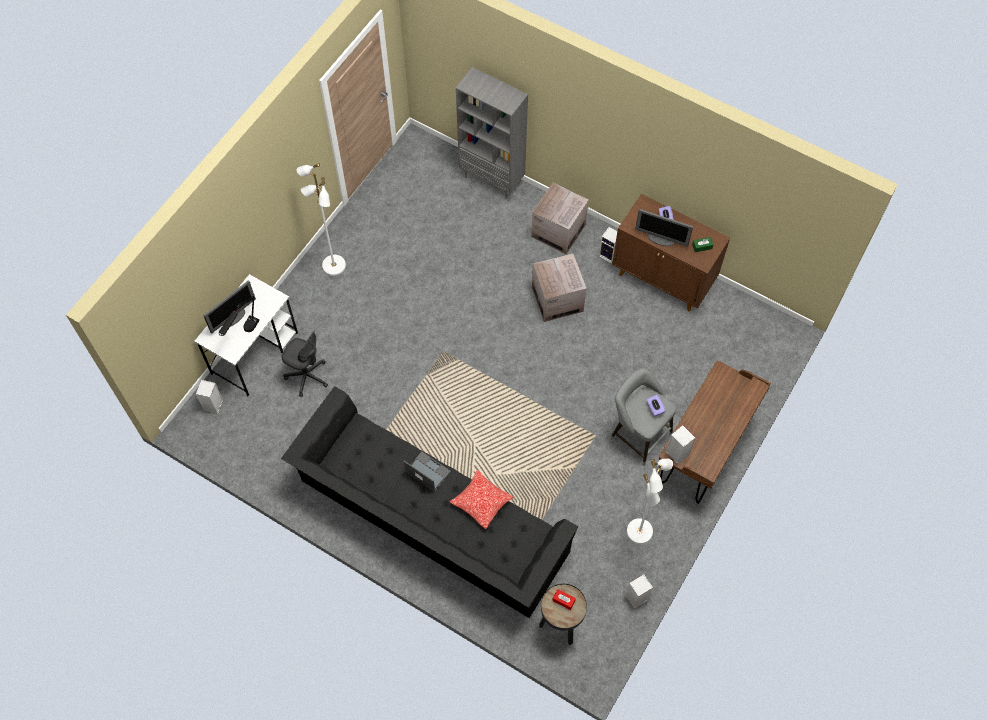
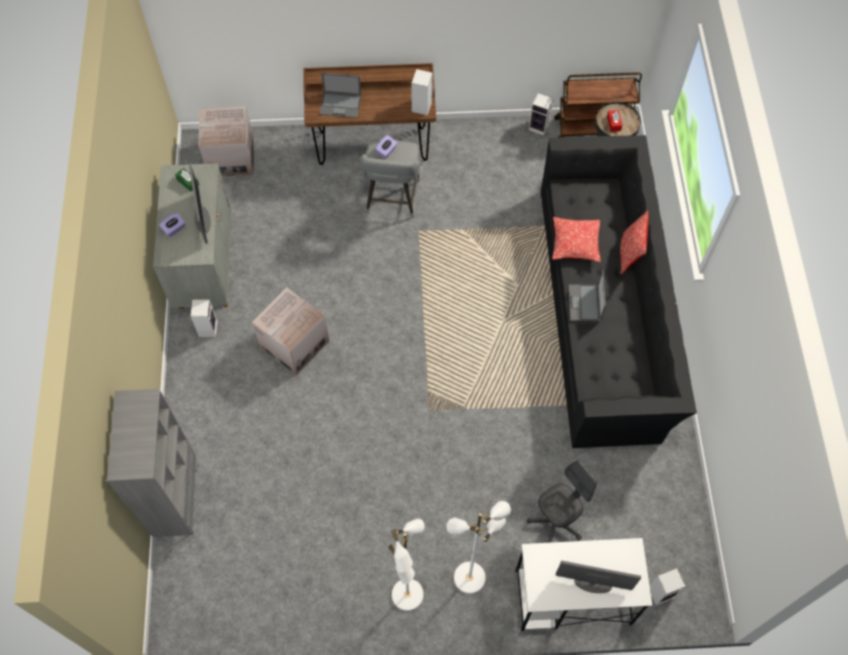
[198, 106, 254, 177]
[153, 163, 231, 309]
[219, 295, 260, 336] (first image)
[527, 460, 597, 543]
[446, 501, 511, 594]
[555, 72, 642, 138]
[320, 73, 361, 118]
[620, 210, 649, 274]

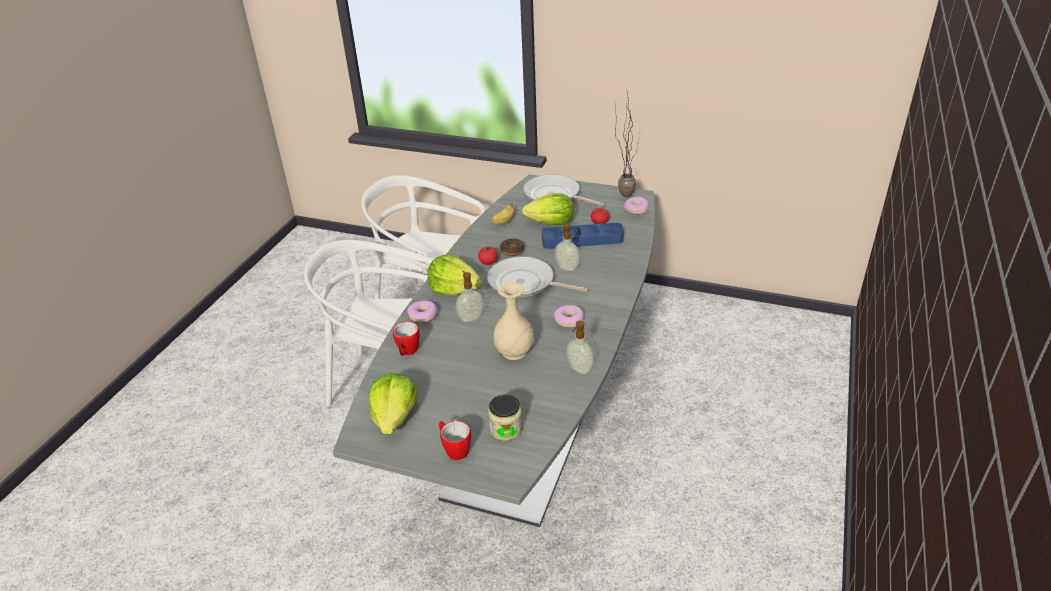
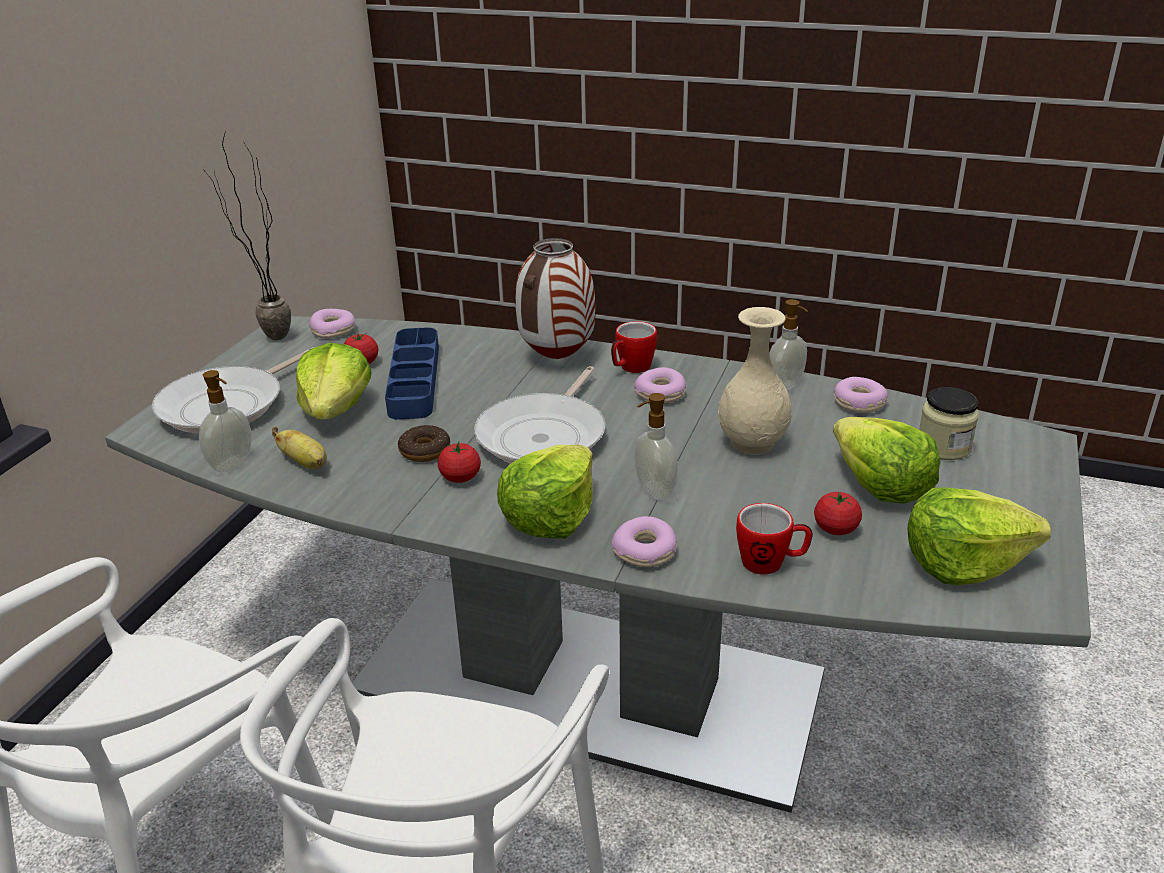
[199, 370, 252, 472]
[611, 321, 657, 373]
[515, 238, 595, 359]
[834, 377, 888, 413]
[833, 417, 941, 504]
[814, 492, 862, 535]

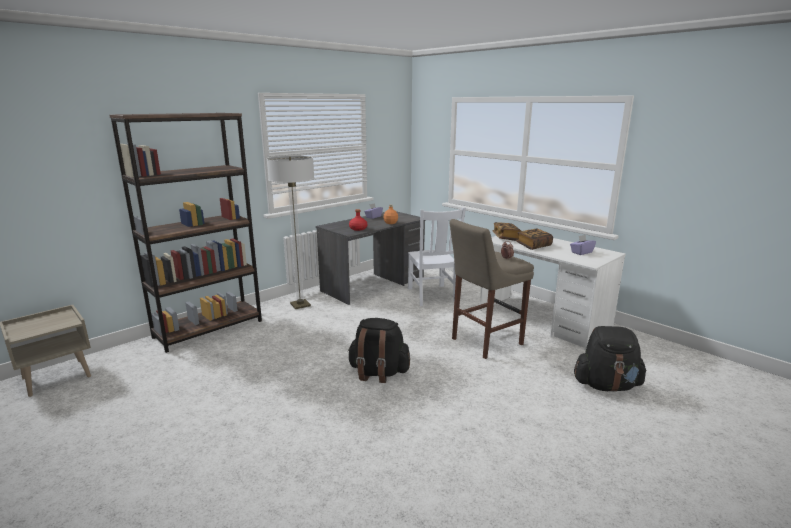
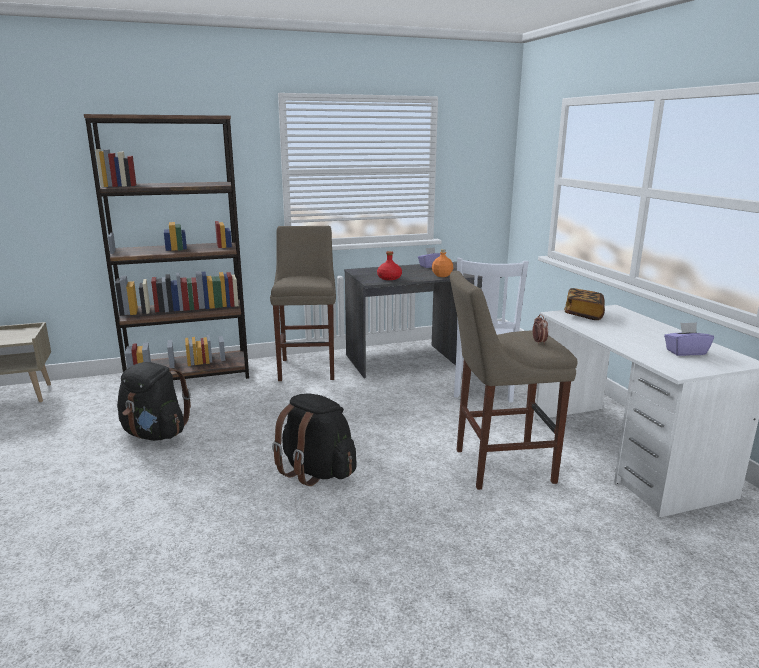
[270, 226, 336, 381]
[516, 229, 553, 250] (first image)
[117, 362, 191, 441]

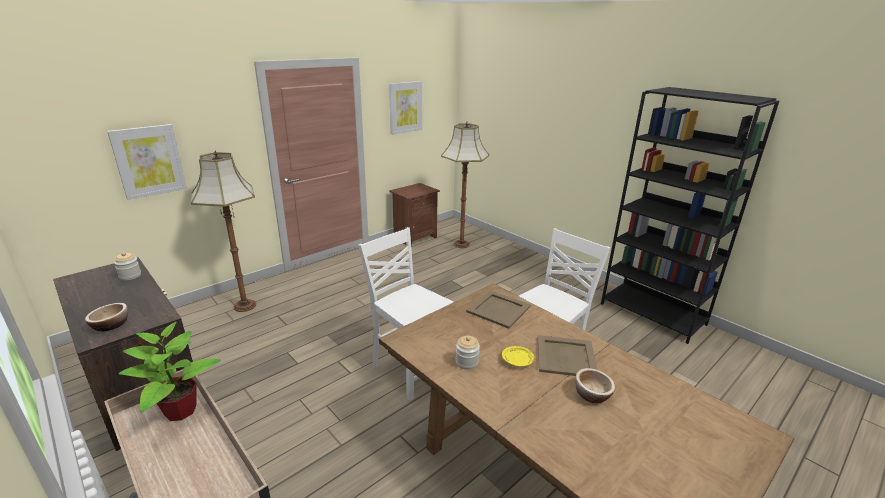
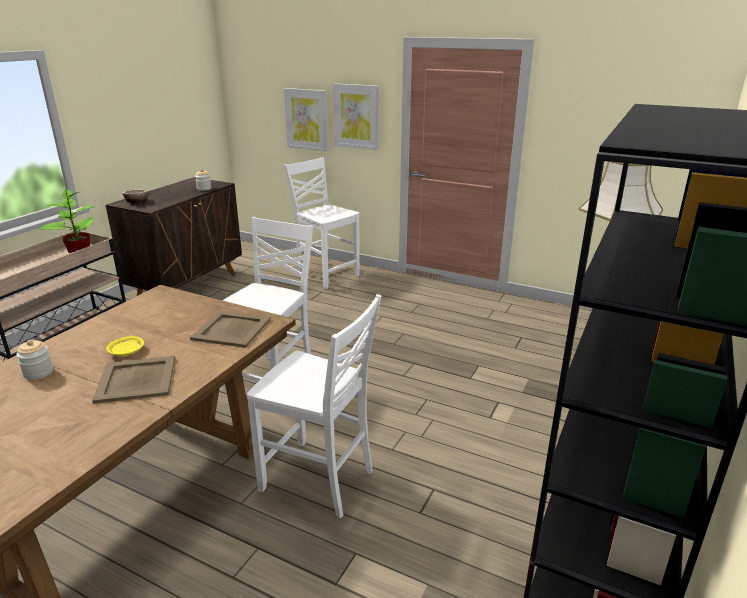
[333, 83, 379, 150]
[284, 157, 360, 289]
[389, 183, 440, 247] (first image)
[16, 340, 53, 380]
[575, 368, 615, 403] (first image)

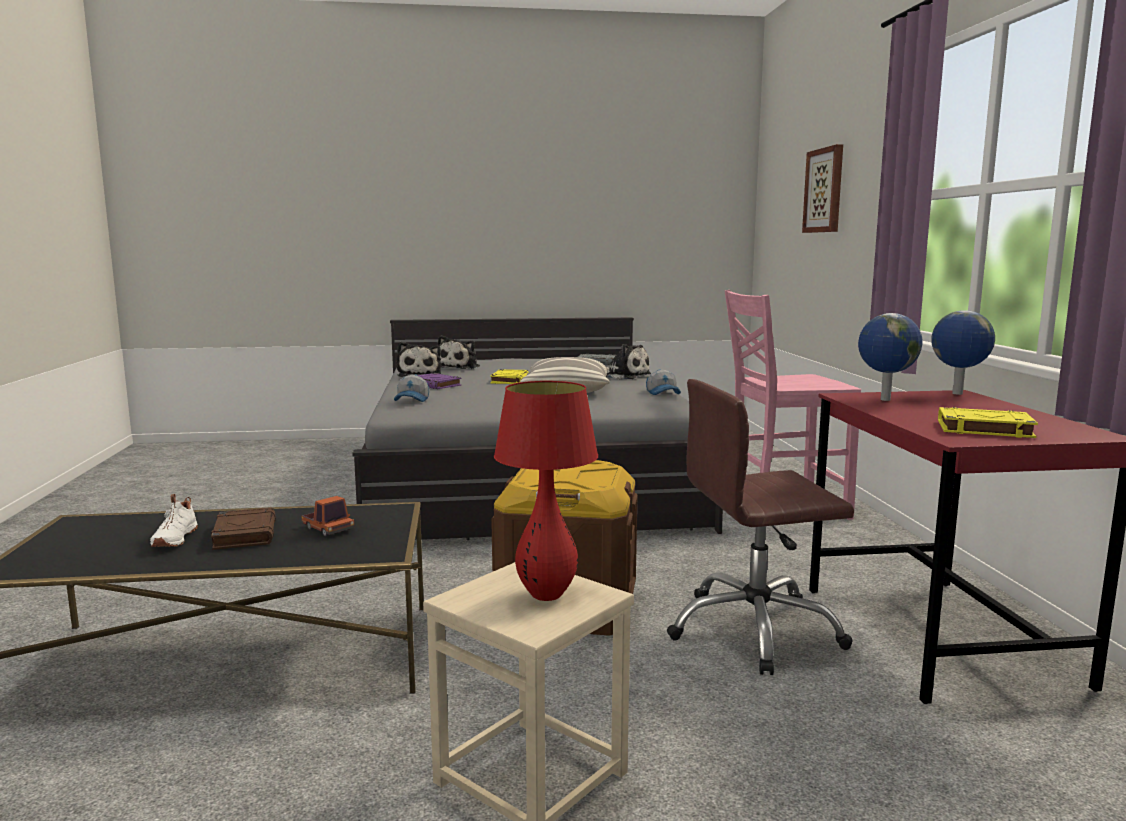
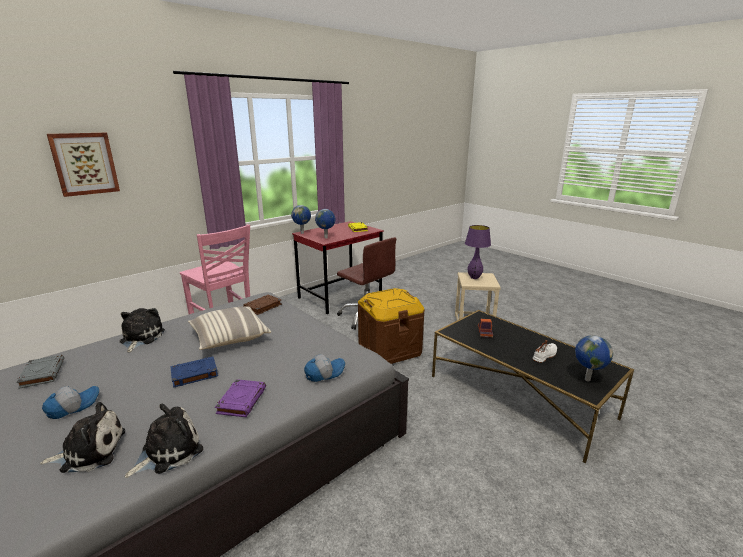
[170, 357, 218, 388]
[42, 386, 99, 419]
[465, 225, 491, 279]
[243, 295, 282, 315]
[575, 335, 613, 381]

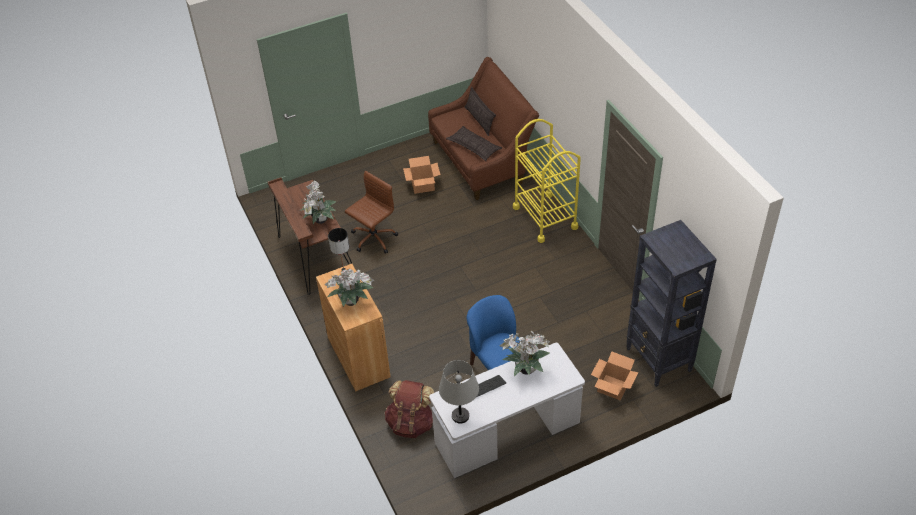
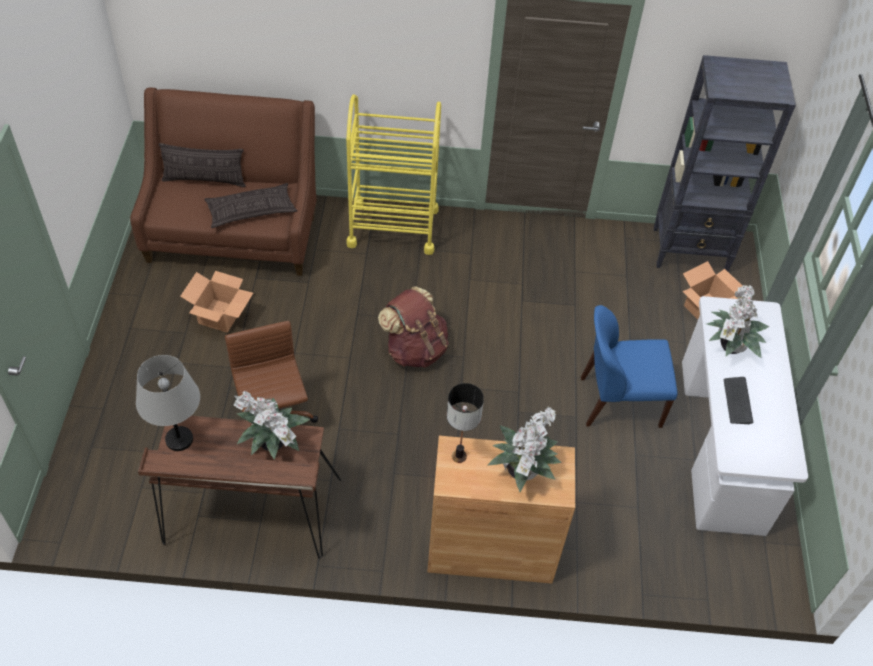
[136, 355, 200, 451]
[378, 286, 449, 368]

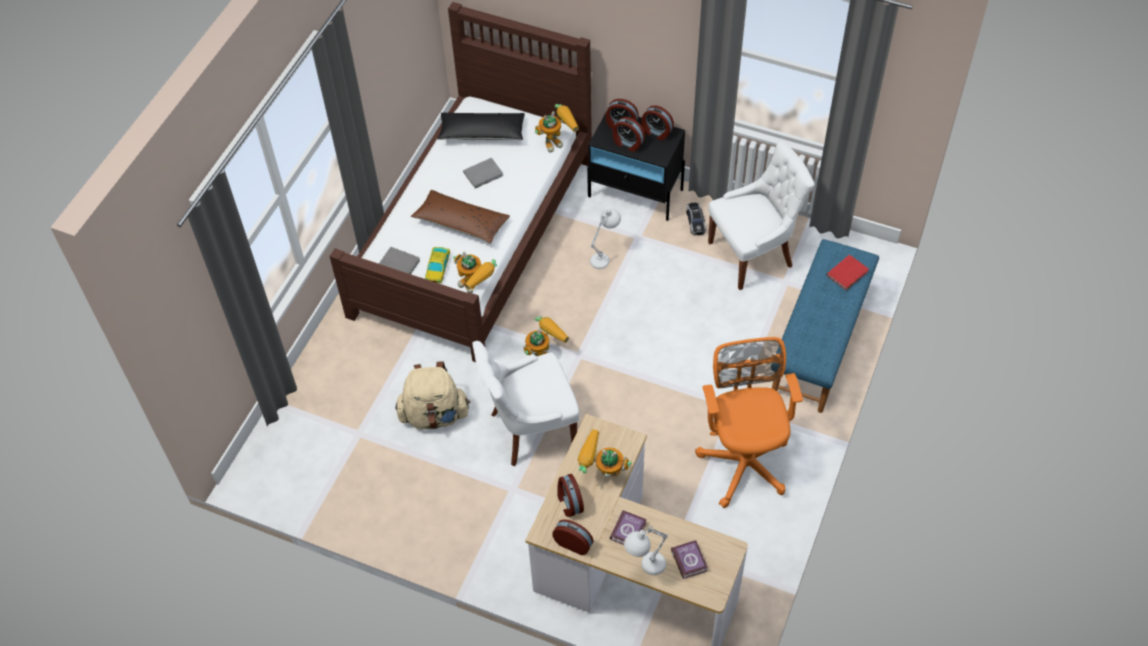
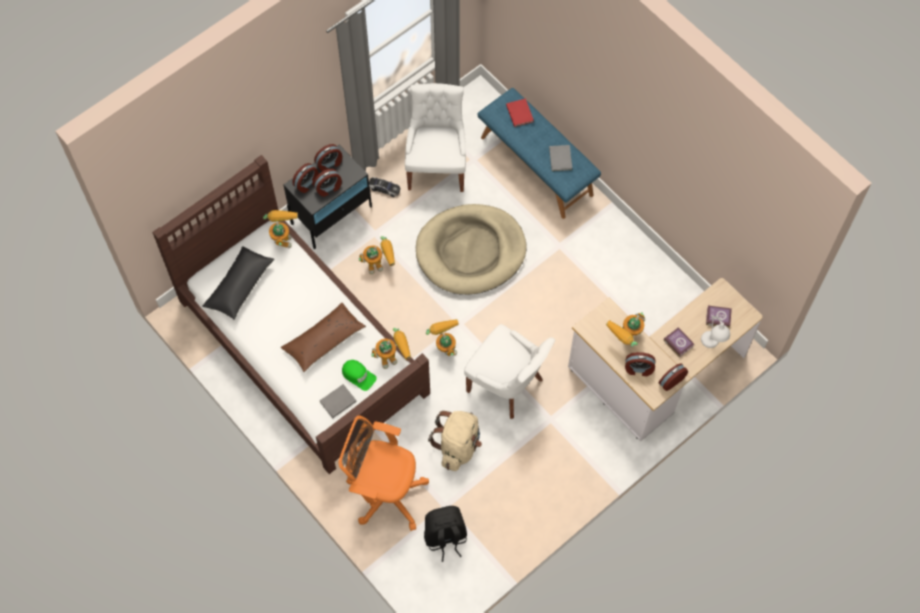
[549, 145, 572, 171]
[359, 236, 395, 274]
[342, 360, 377, 391]
[339, 415, 429, 531]
[464, 324, 555, 419]
[416, 204, 527, 295]
[424, 506, 467, 562]

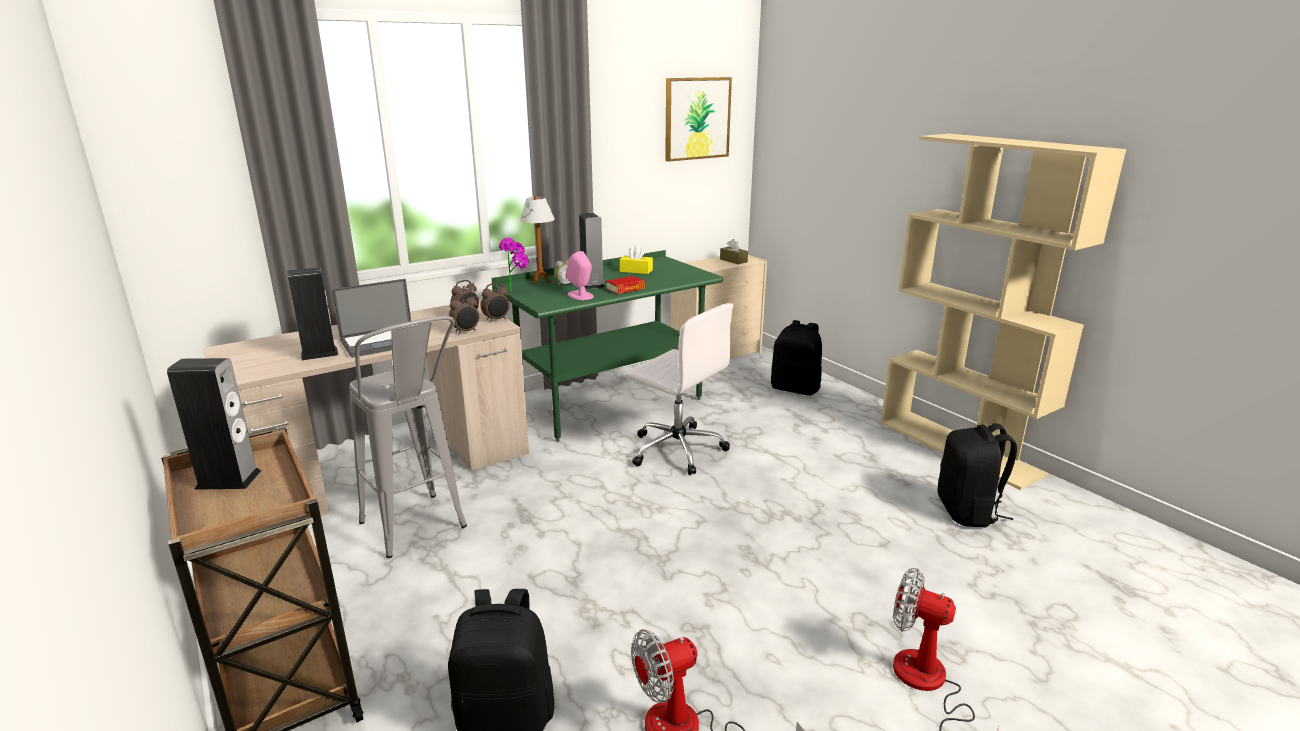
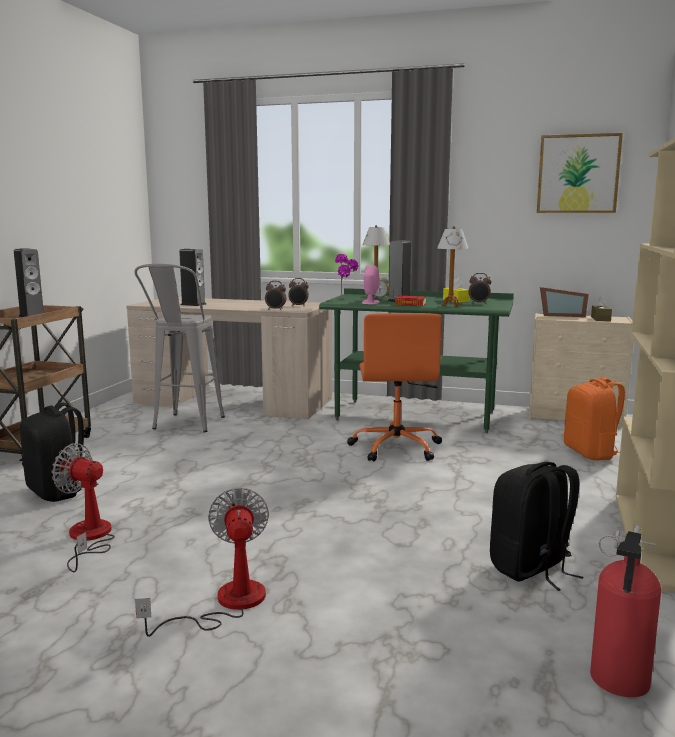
[331, 279, 411, 358] (first image)
[468, 273, 492, 304]
[347, 313, 442, 461]
[564, 377, 625, 461]
[437, 226, 469, 307]
[540, 287, 589, 317]
[590, 526, 661, 697]

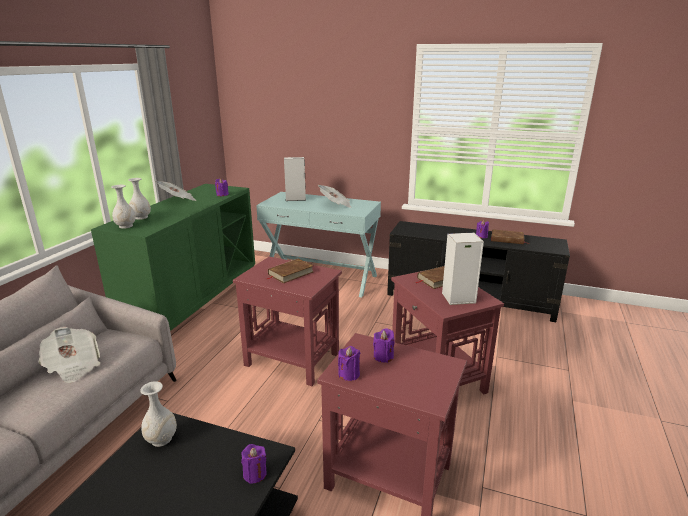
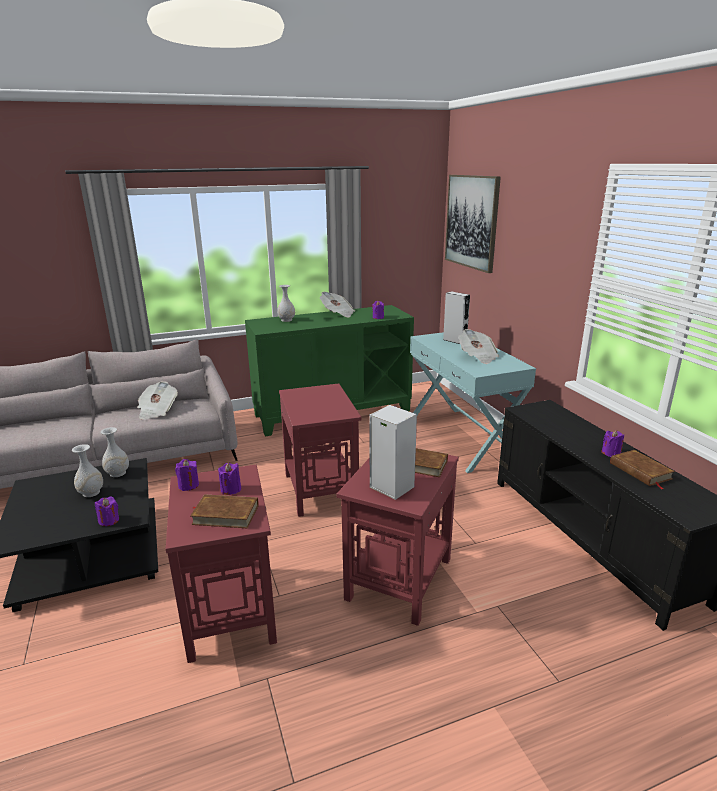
[72, 444, 103, 497]
[190, 494, 259, 528]
[445, 175, 501, 273]

